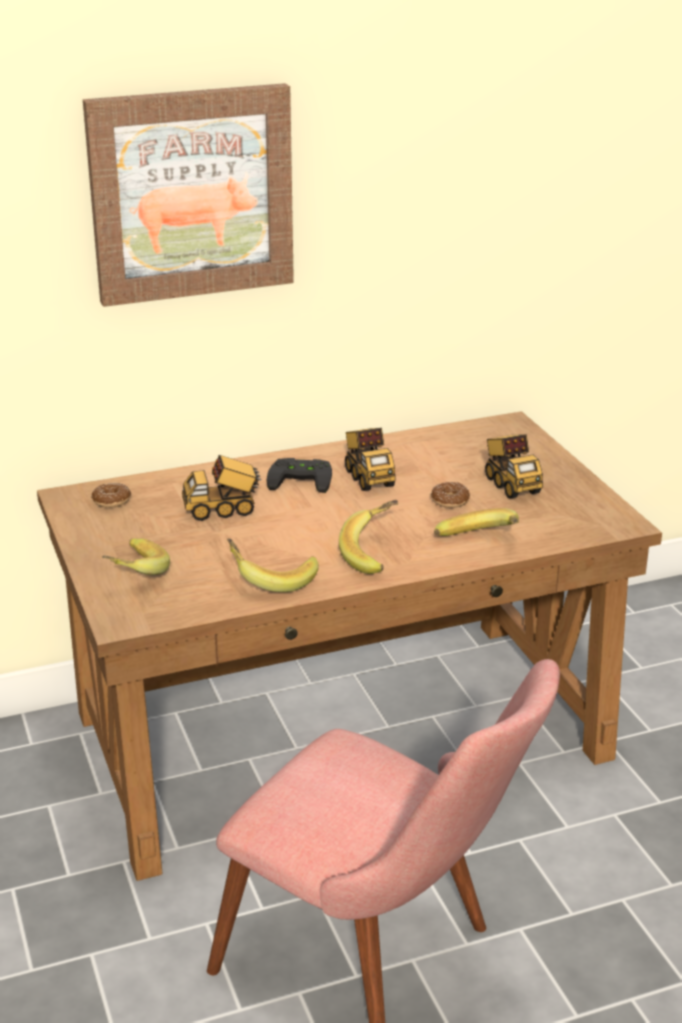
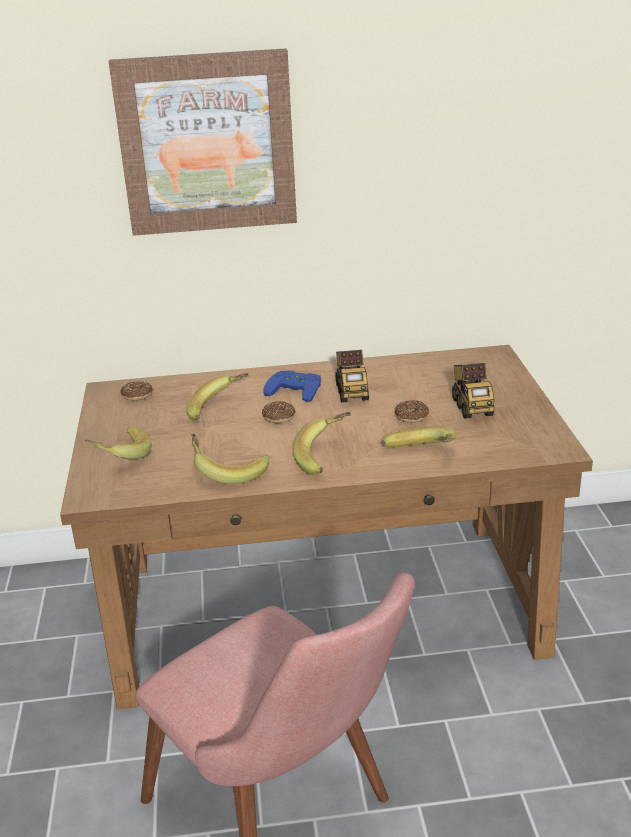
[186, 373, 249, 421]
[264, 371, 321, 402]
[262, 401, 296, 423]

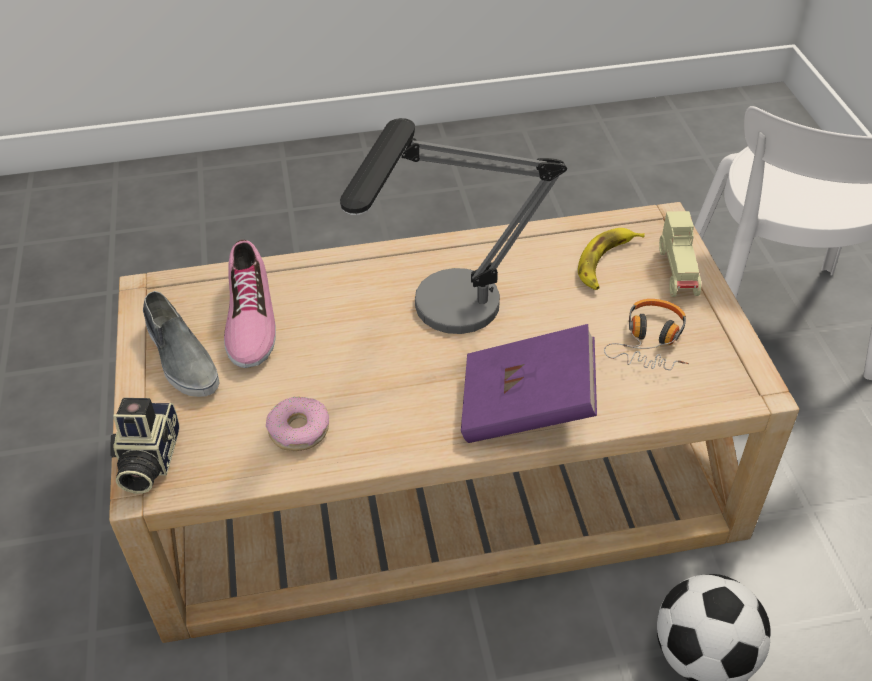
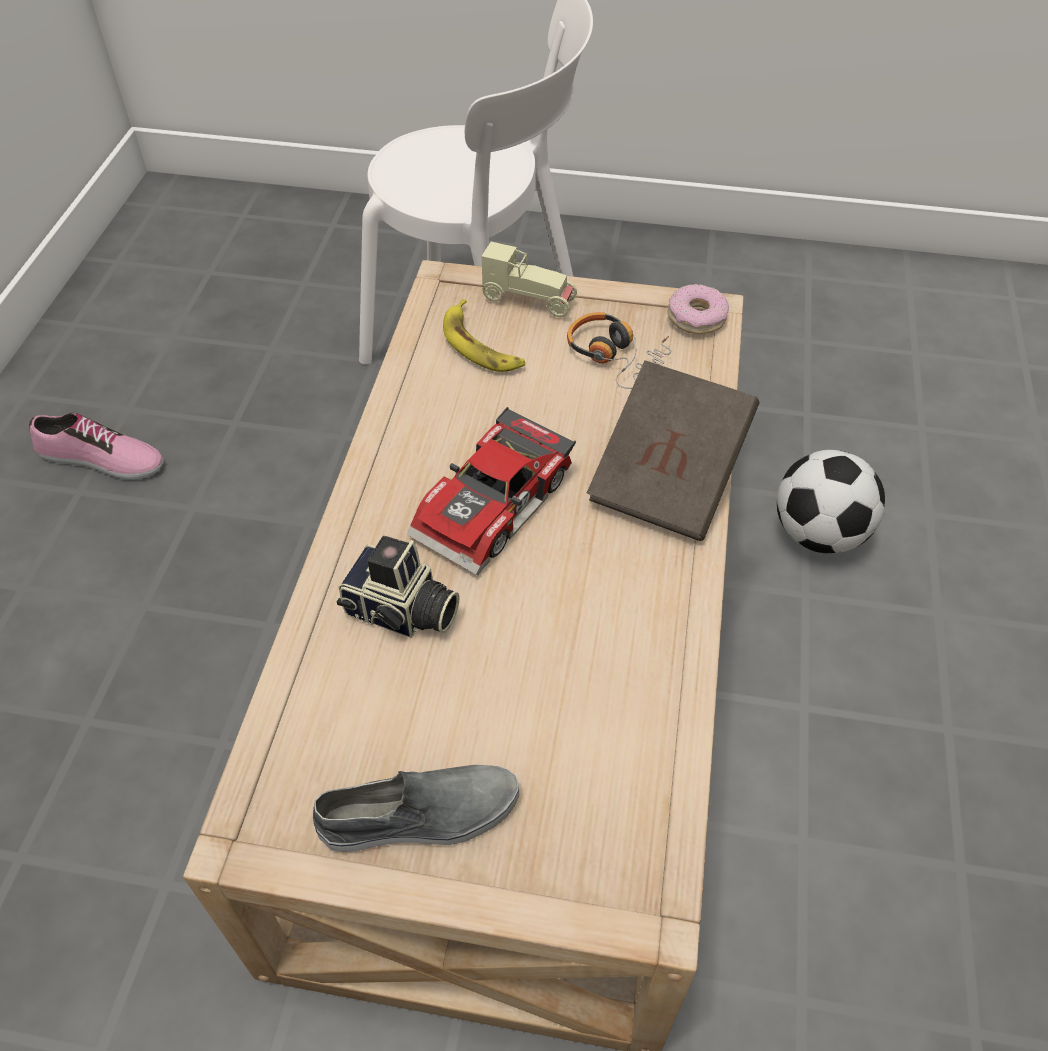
[406, 407, 576, 575]
[29, 413, 164, 480]
[587, 360, 759, 541]
[668, 284, 729, 334]
[336, 536, 459, 638]

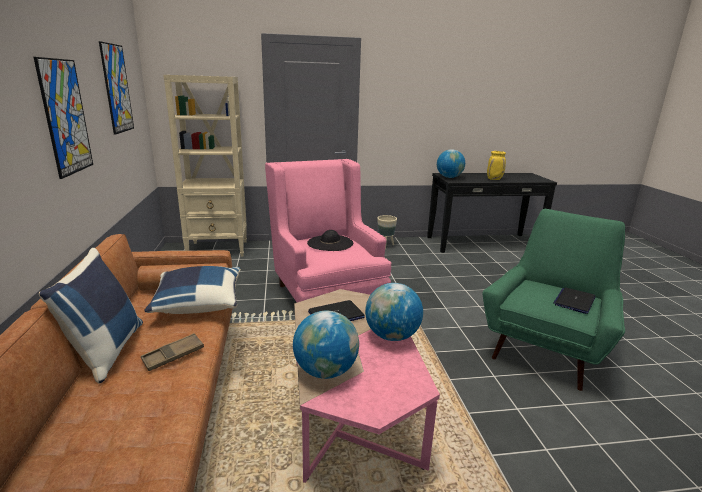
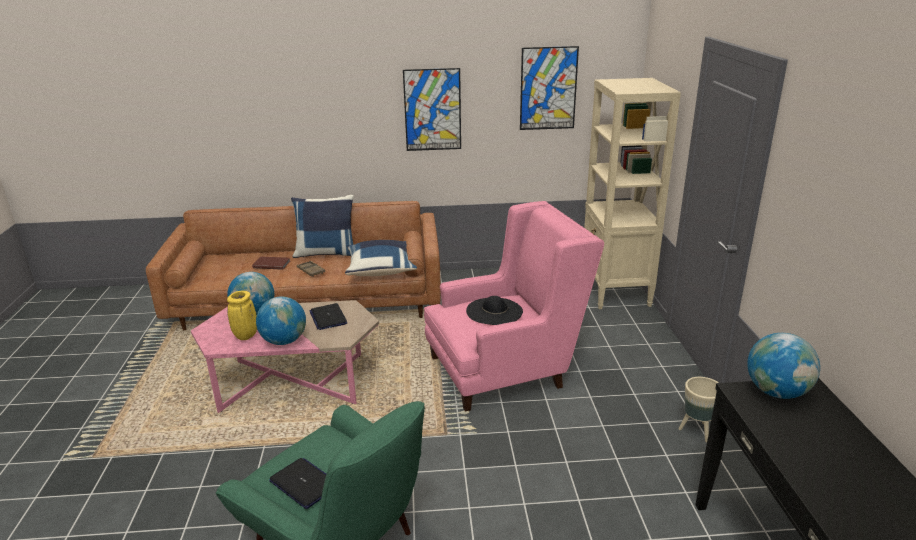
[227, 290, 257, 340]
[252, 257, 290, 270]

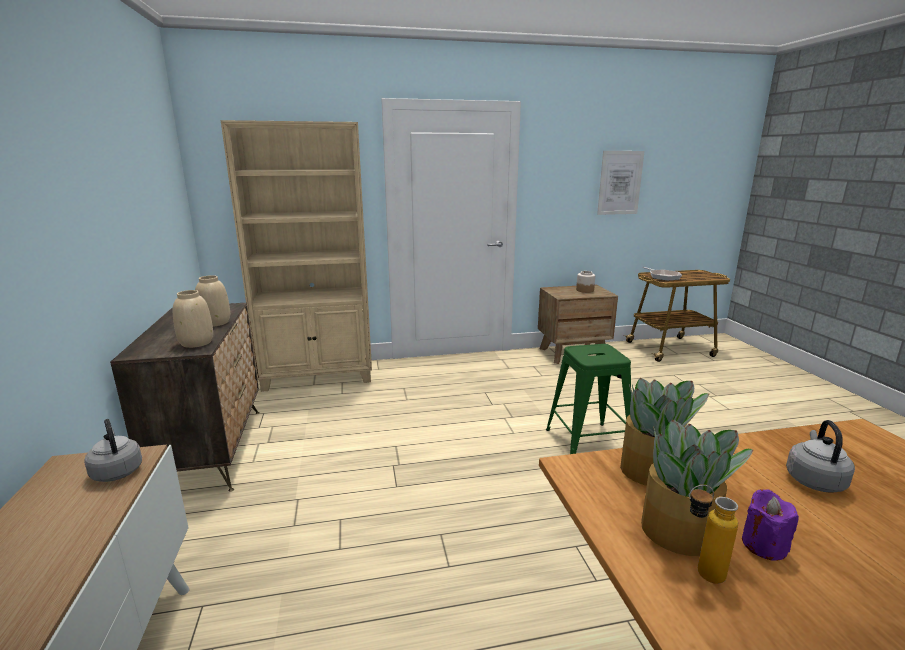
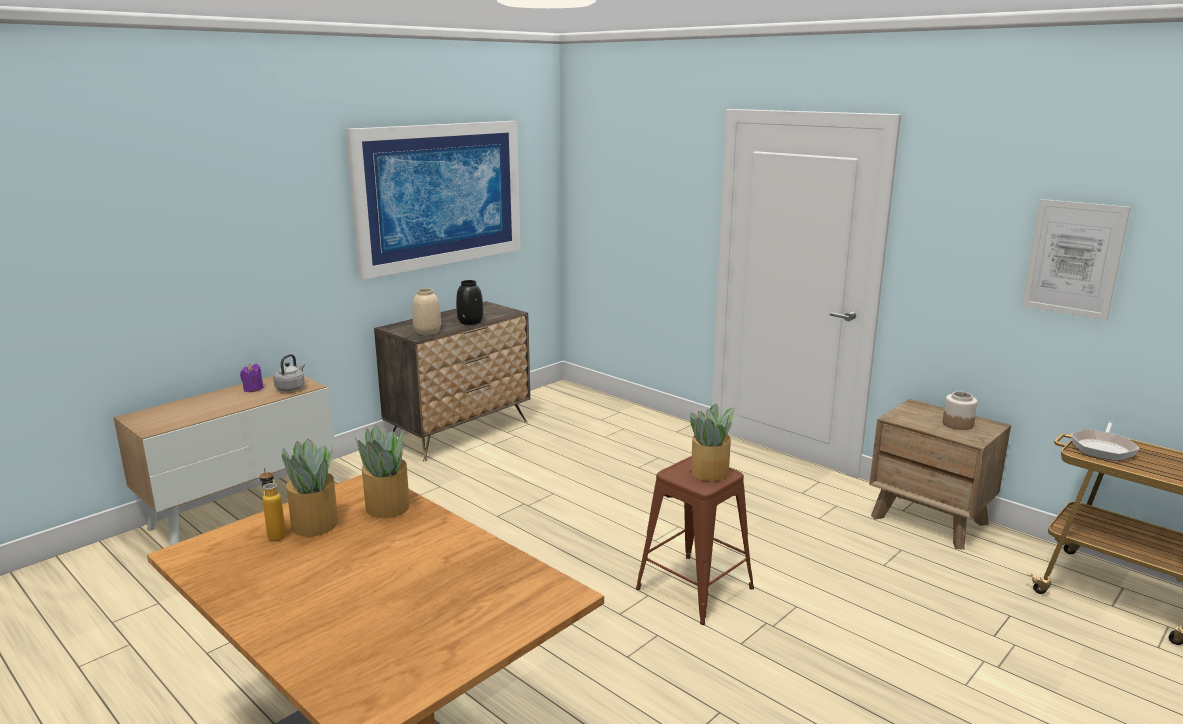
[221, 120, 372, 392] (first image)
[456, 280, 483, 325]
[636, 456, 754, 625]
[786, 420, 855, 493] (first image)
[240, 364, 264, 392]
[345, 121, 521, 280]
[690, 404, 735, 481]

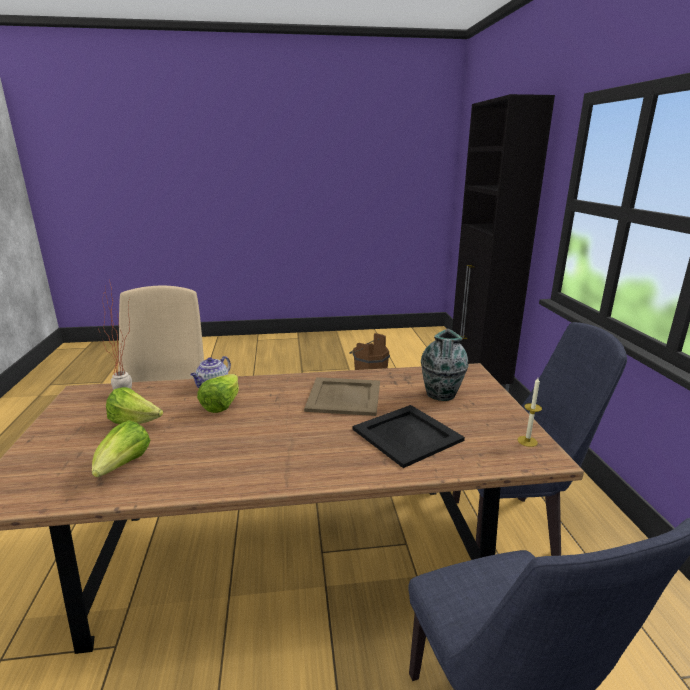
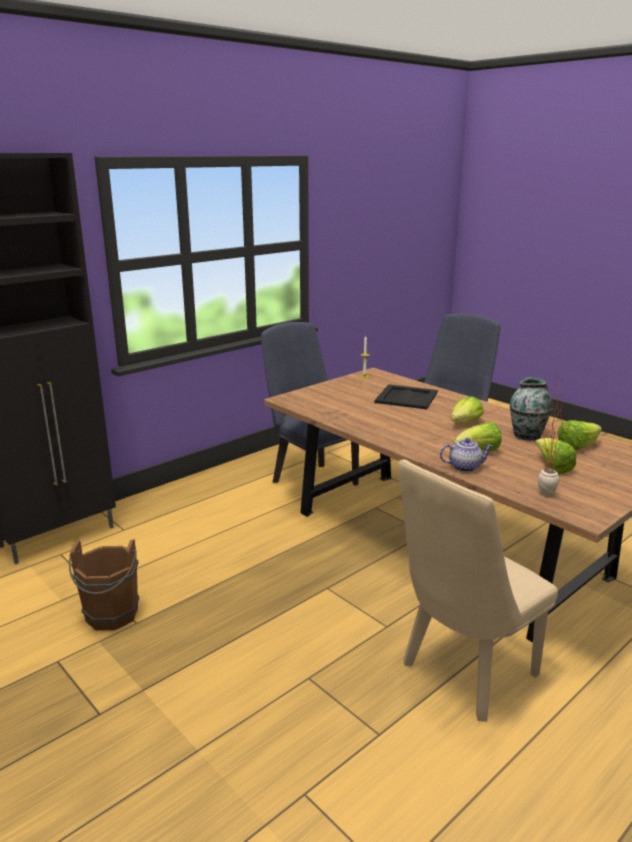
[510, 377, 553, 440]
[304, 377, 380, 416] (first image)
[450, 396, 484, 423]

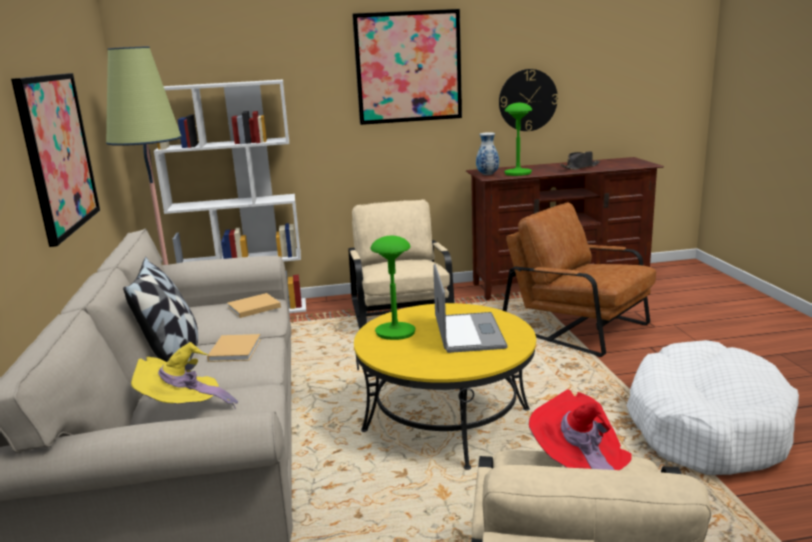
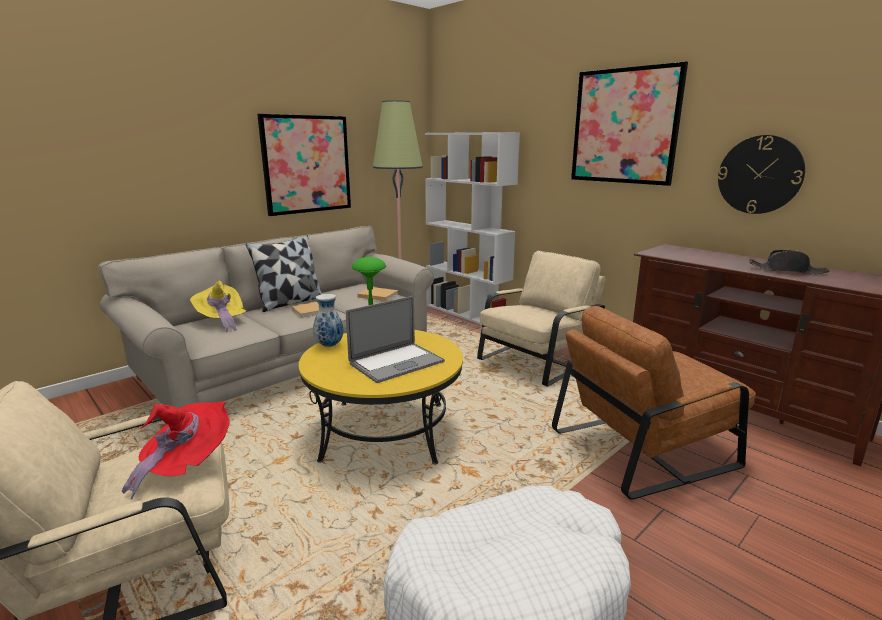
[504, 103, 532, 176] (first image)
[313, 294, 343, 347]
[552, 306, 756, 499]

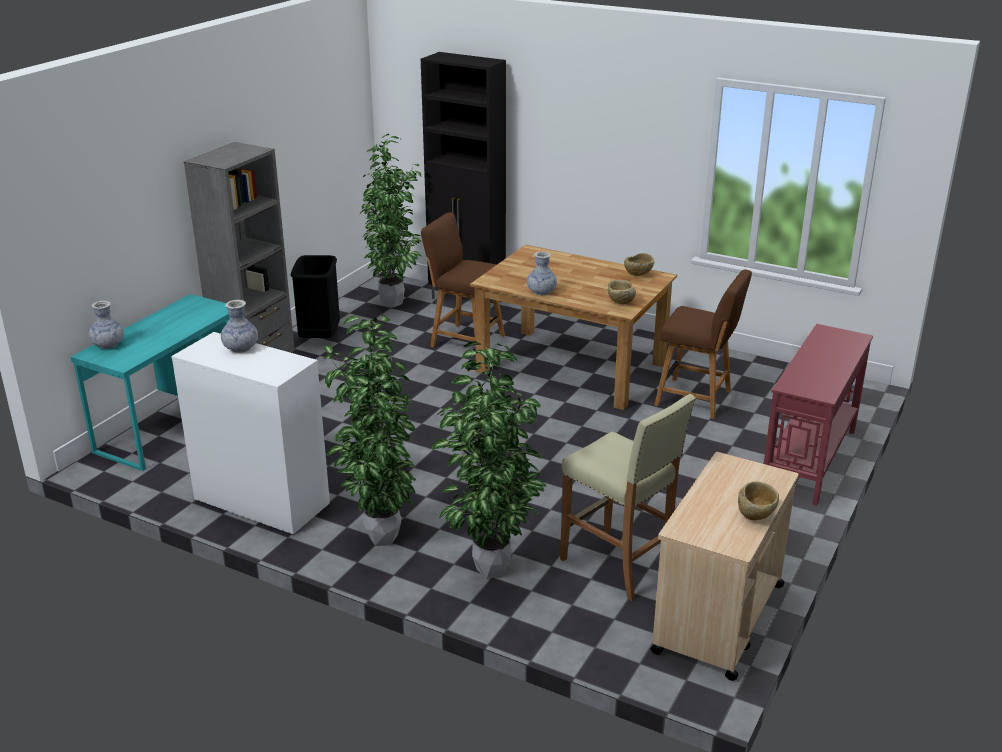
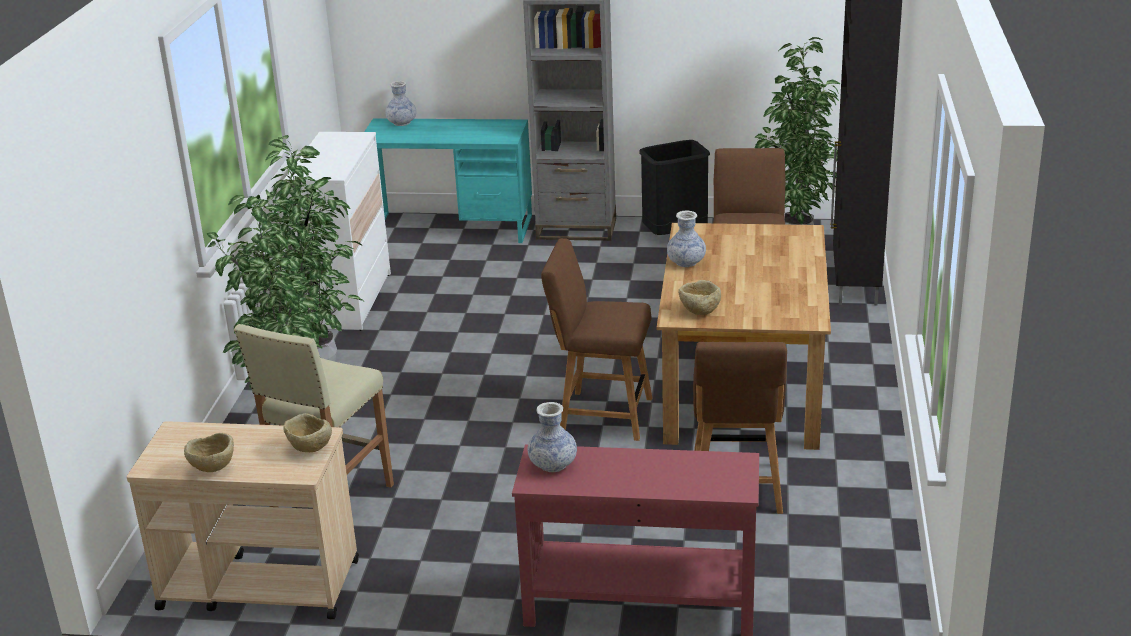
[284, 413, 332, 452]
[527, 402, 577, 472]
[541, 238, 652, 441]

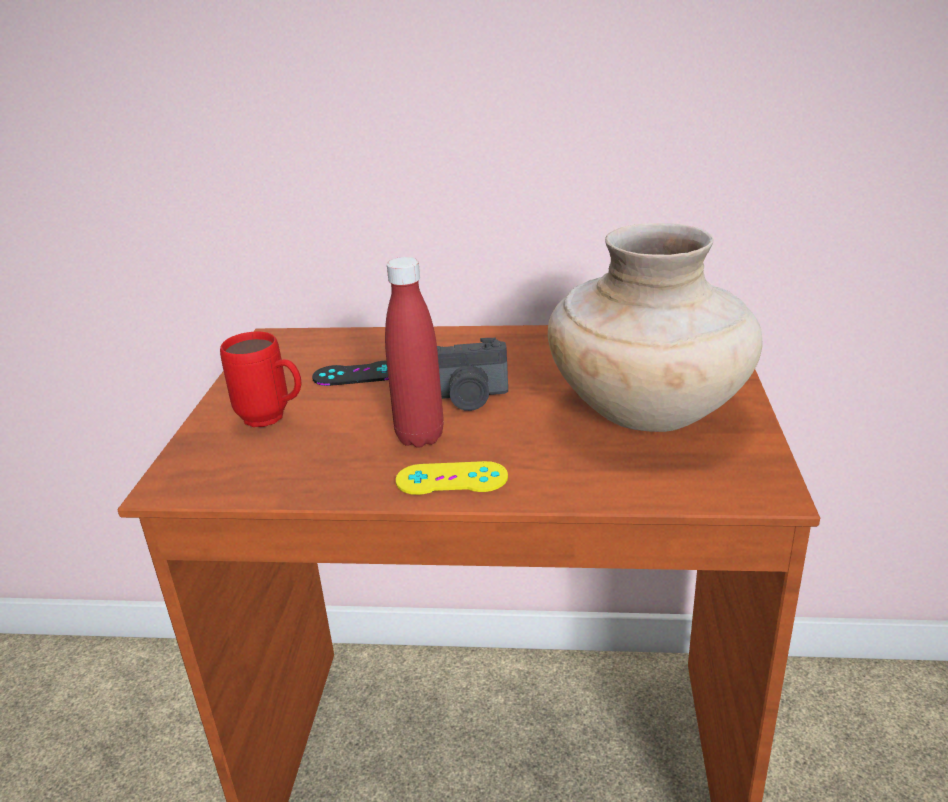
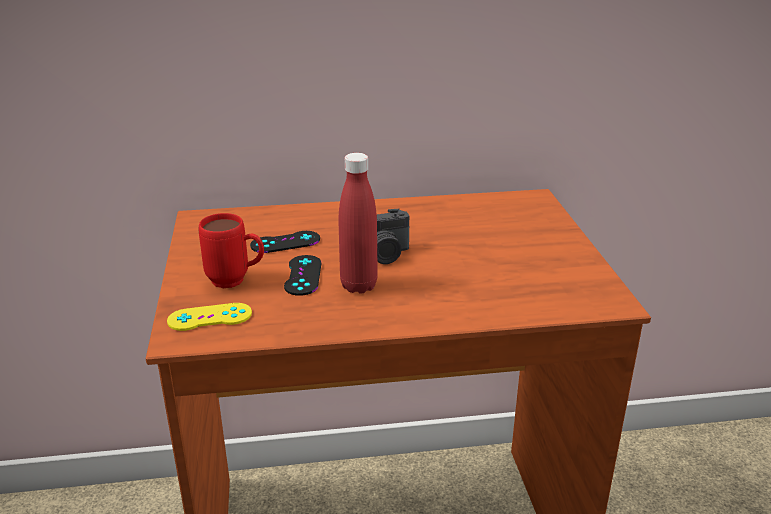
[548, 223, 762, 432] (first image)
[167, 303, 252, 331]
[284, 255, 321, 296]

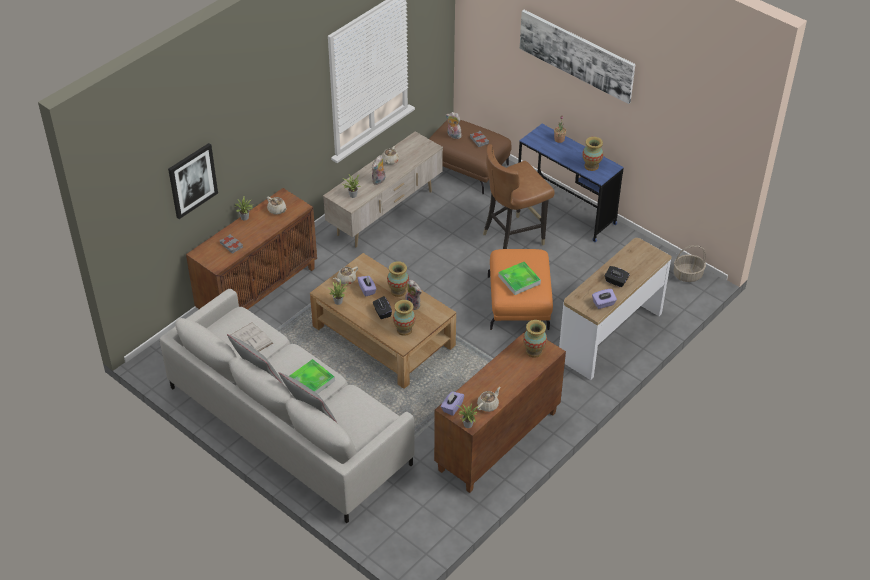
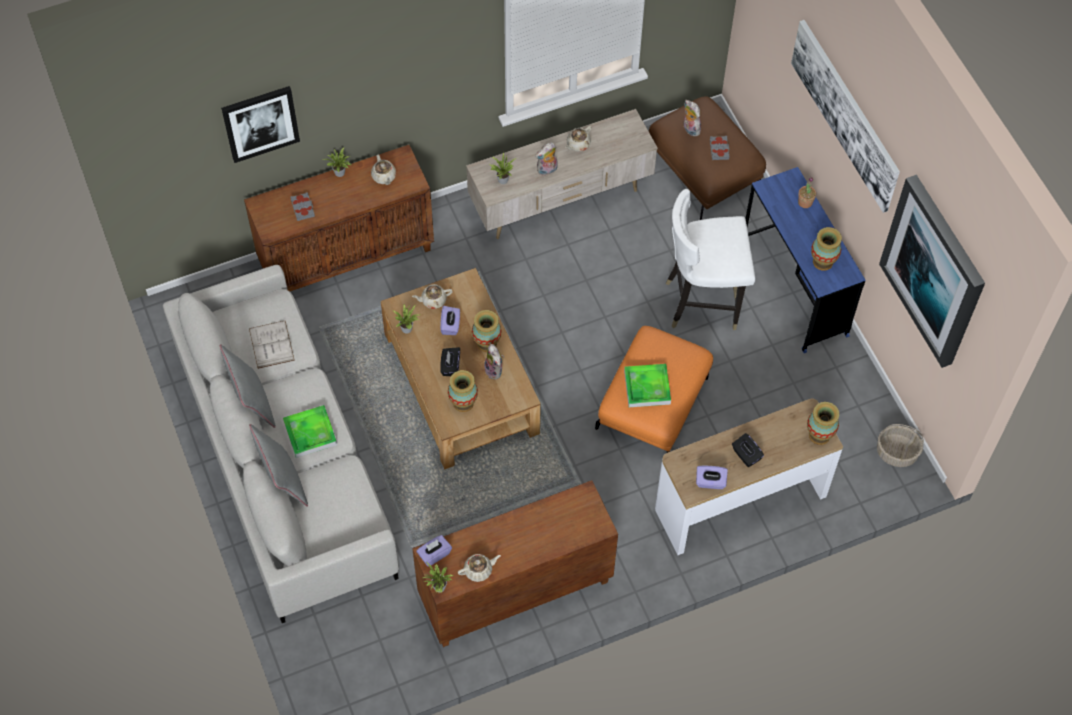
[666, 189, 755, 330]
[807, 402, 839, 445]
[879, 175, 985, 368]

